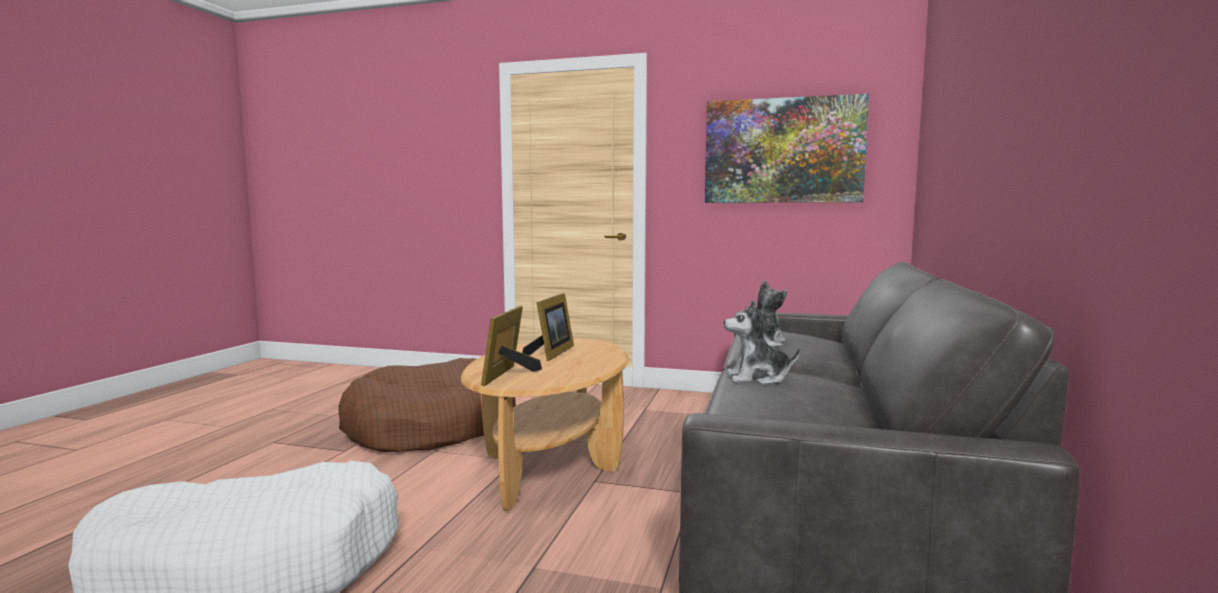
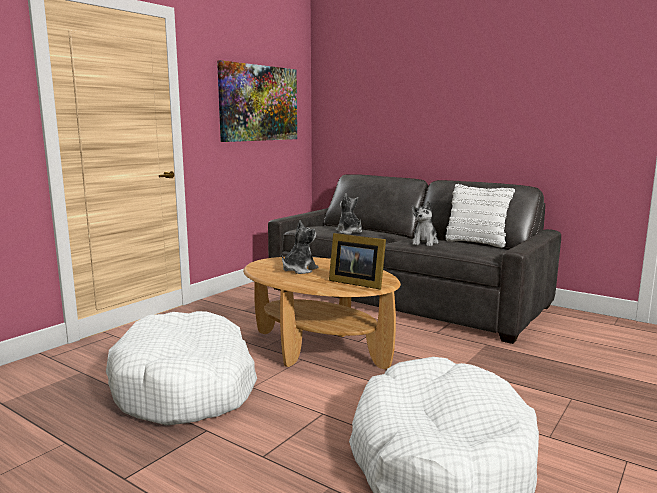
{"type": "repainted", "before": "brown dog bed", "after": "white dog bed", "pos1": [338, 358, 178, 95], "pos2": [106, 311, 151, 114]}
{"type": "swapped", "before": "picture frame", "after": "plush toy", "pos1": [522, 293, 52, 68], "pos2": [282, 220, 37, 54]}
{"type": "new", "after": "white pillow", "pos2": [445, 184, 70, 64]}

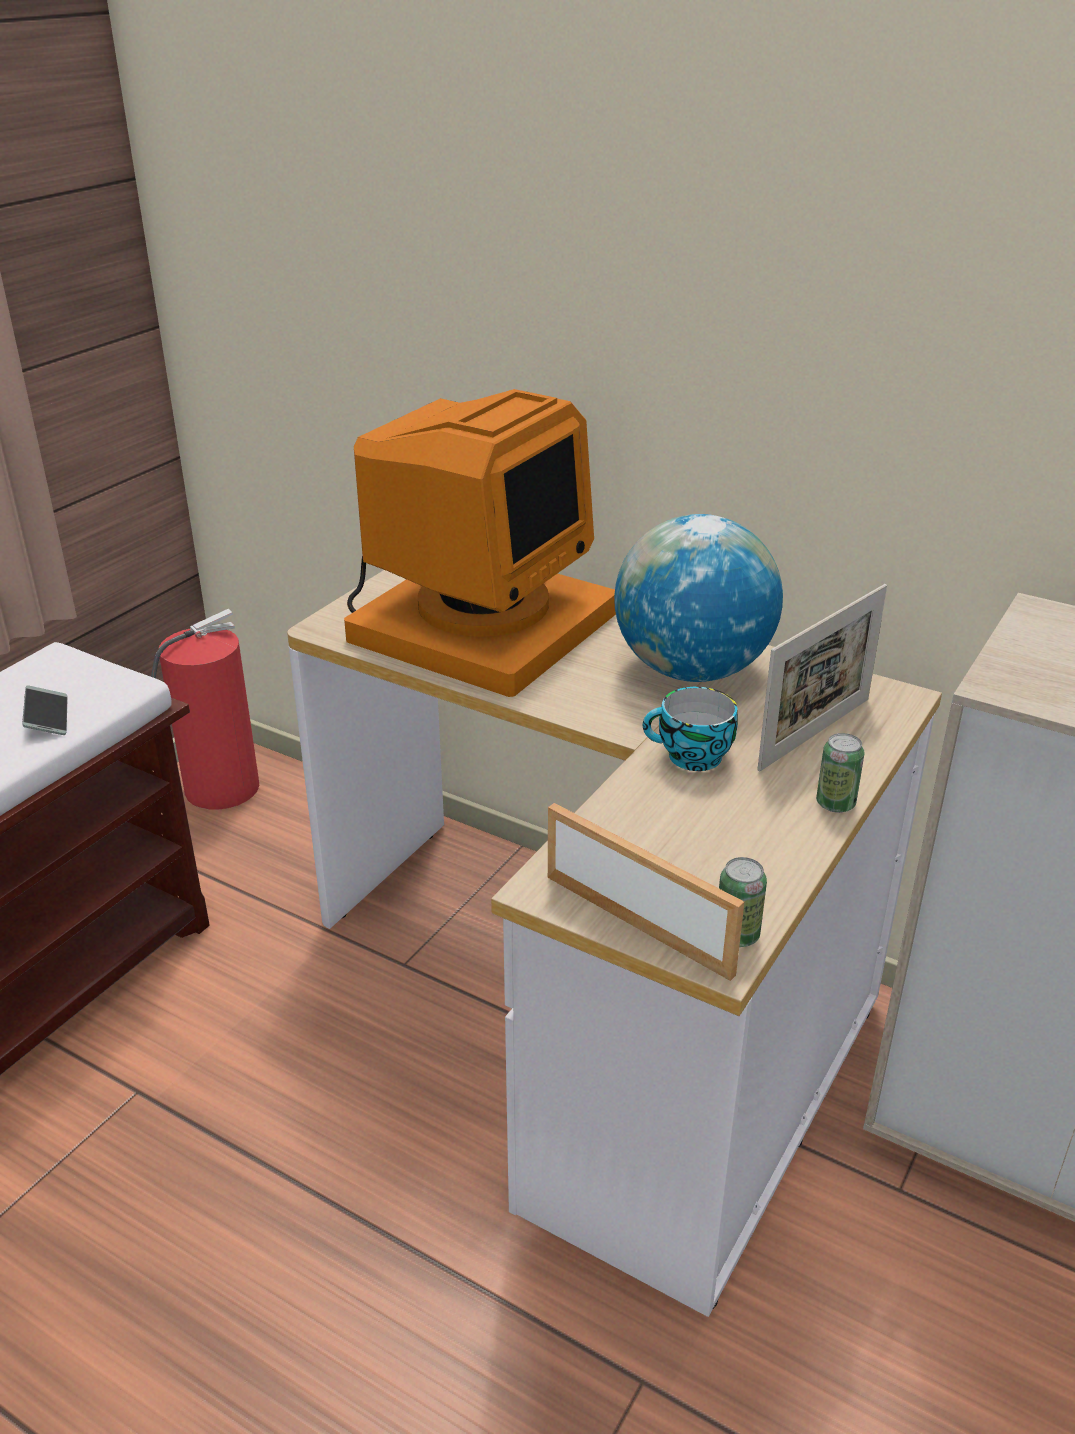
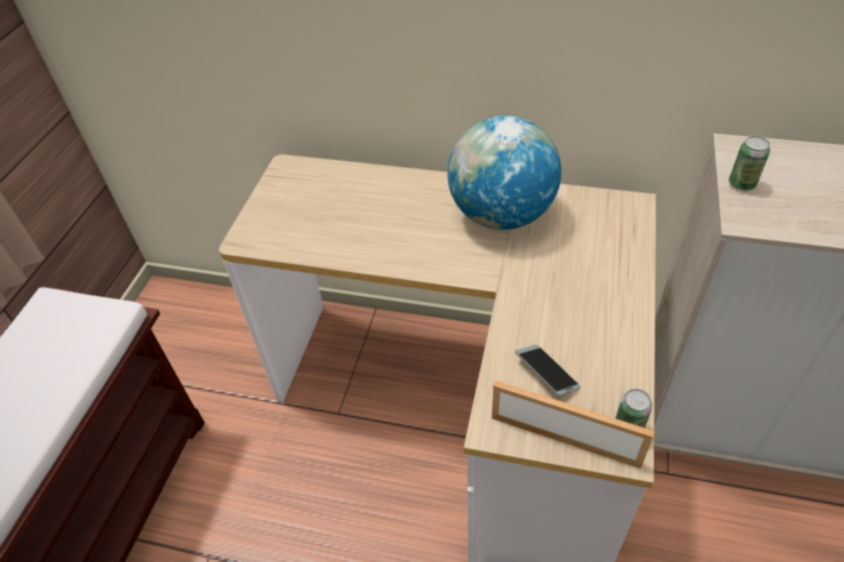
{"type": "shifted", "before": "phone", "pos1": [22, 685, 46, 50], "pos2": [515, 345, 66, 51]}
{"type": "gone", "before": "fire extinguisher", "pos1": [151, 609, 108, 201]}
{"type": "gone", "before": "monitor", "pos1": [344, 389, 272, 308]}
{"type": "gone", "before": "cup", "pos1": [643, 687, 95, 84]}
{"type": "gone", "before": "picture frame", "pos1": [757, 584, 130, 187]}
{"type": "shifted", "before": "can", "pos1": [816, 733, 48, 80], "pos2": [729, 136, 41, 55]}

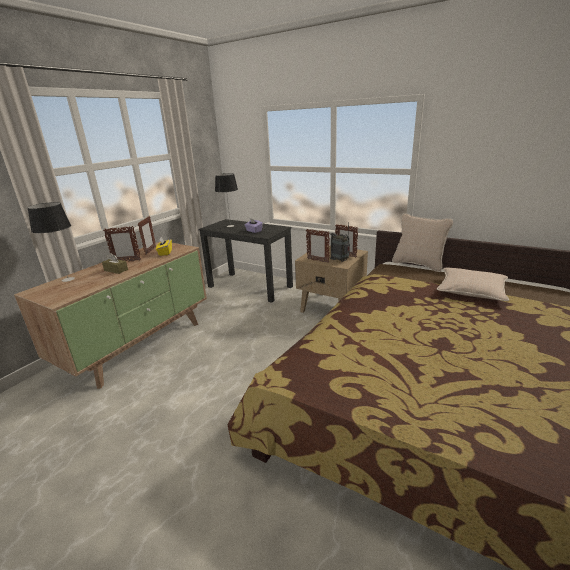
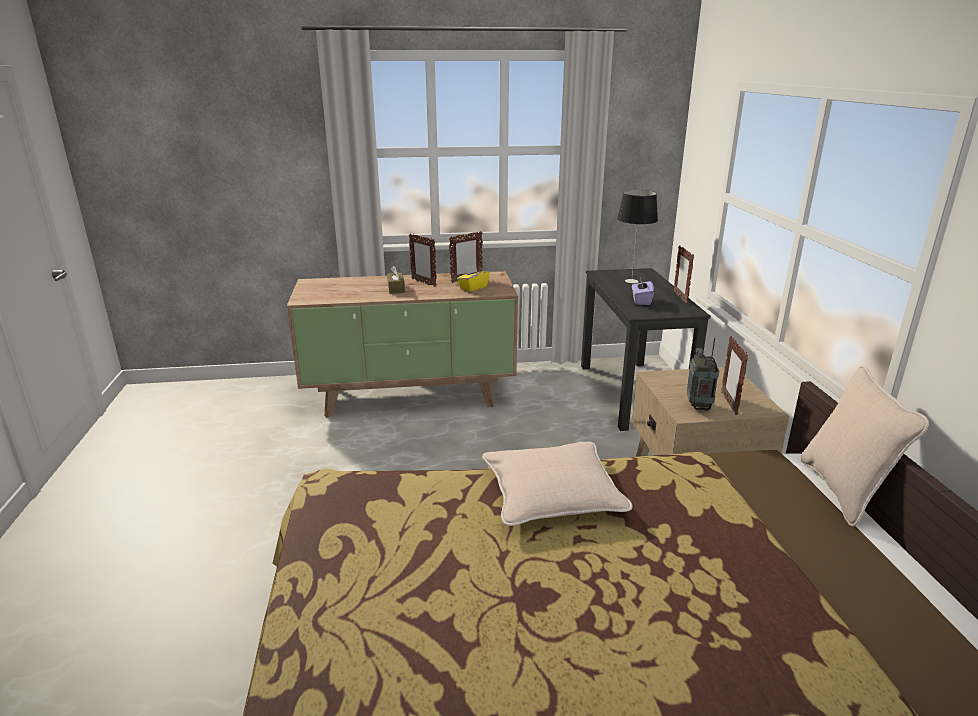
{"type": "gone", "before": "table lamp", "pos1": [27, 202, 48, 80]}
{"type": "shifted", "before": "picture frame", "pos1": [306, 229, 24, 34], "pos2": [674, 245, 20, 59]}
{"type": "shifted", "before": "beige pillow", "pos1": [437, 268, 72, 33], "pos2": [482, 442, 151, 84]}

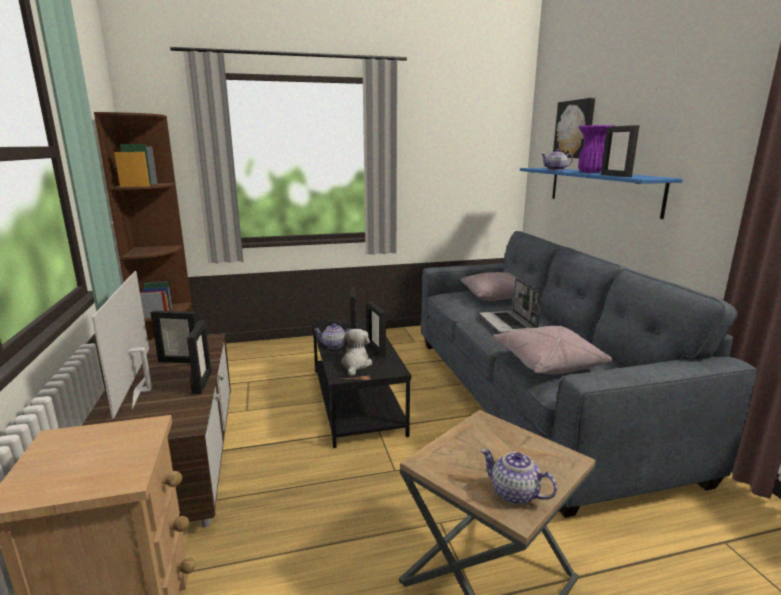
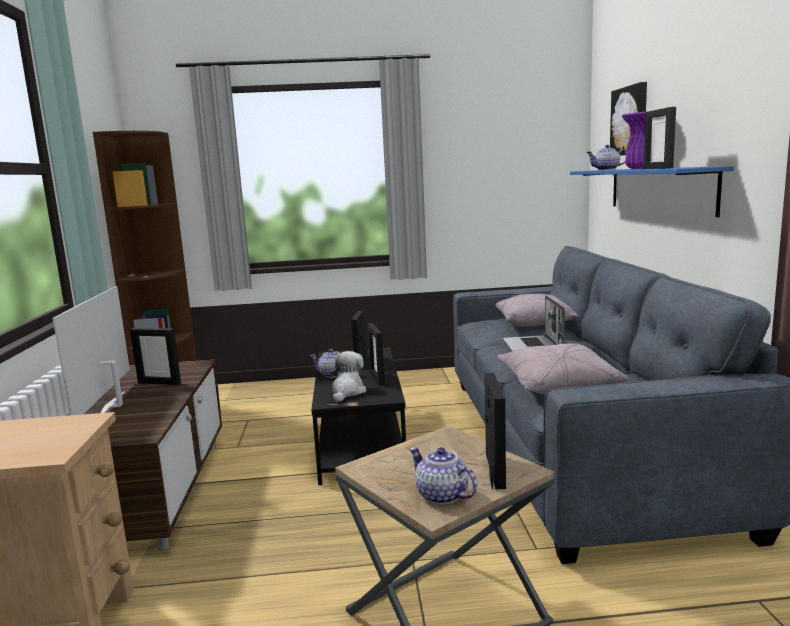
{"type": "shifted", "before": "picture frame", "pos1": [187, 320, 25, 75], "pos2": [484, 373, 22, 117]}

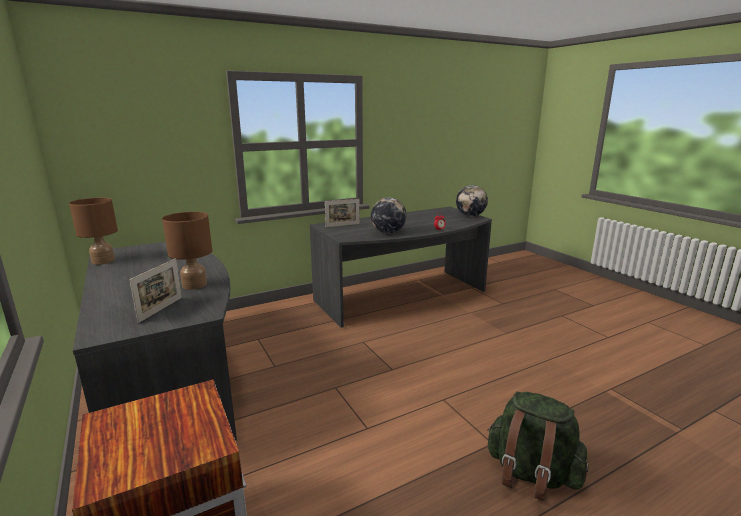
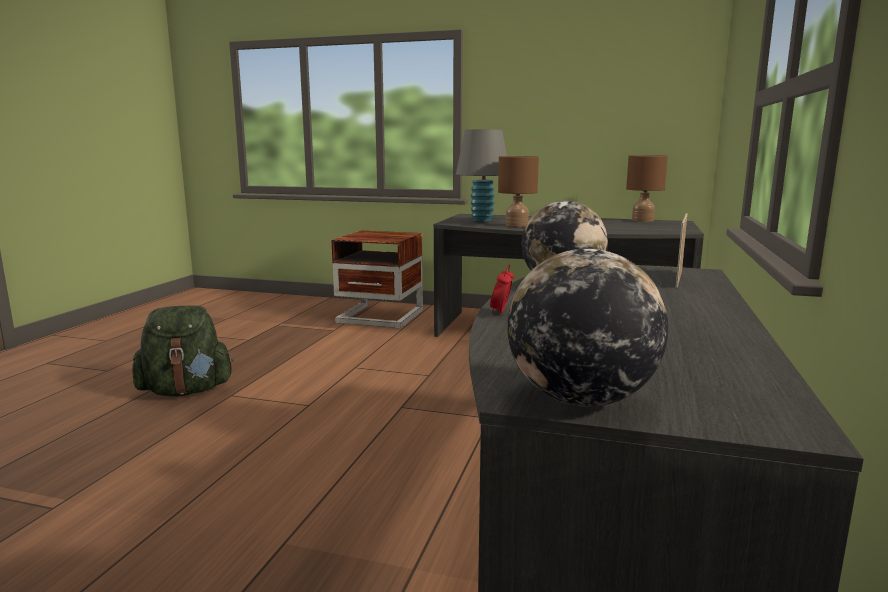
{"type": "swapped", "before": "picture frame", "after": "grey table lamp", "pos1": [129, 258, 53, 65], "pos2": [456, 129, 51, 93]}

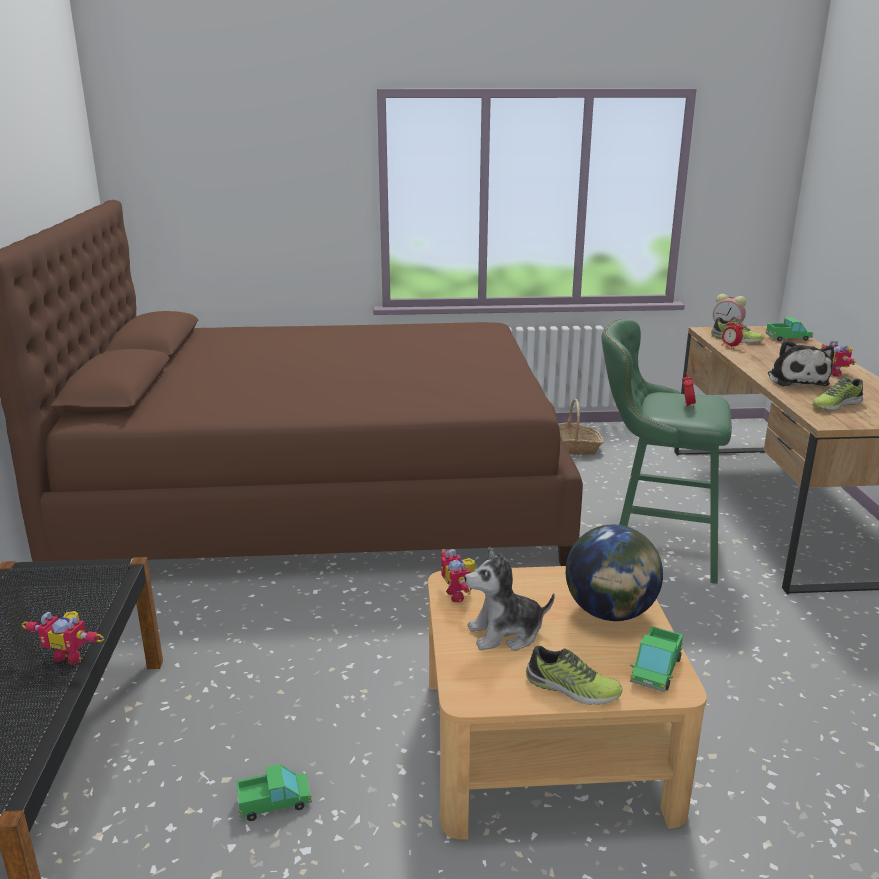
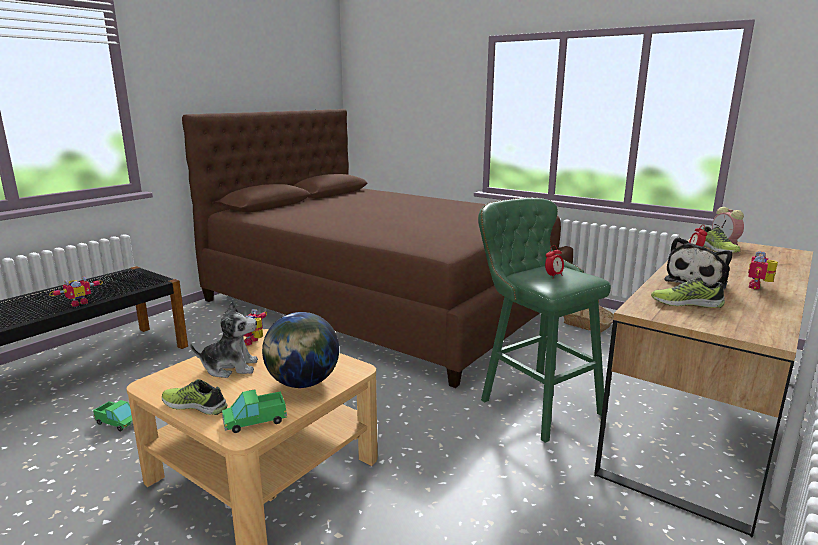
{"type": "rotated", "before": "toy robot", "pos1": [22, 611, 82, 54], "pos2": [49, 276, 54, 31], "turn": -105}
{"type": "rotated", "before": "plush toy", "pos1": [464, 547, 91, 104], "pos2": [190, 301, 68, 77], "turn": 150}
{"type": "rotated", "before": "shoe", "pos1": [526, 646, 97, 59], "pos2": [162, 379, 65, 36], "turn": 135}
{"type": "gone", "before": "toy truck", "pos1": [766, 318, 47, 23]}

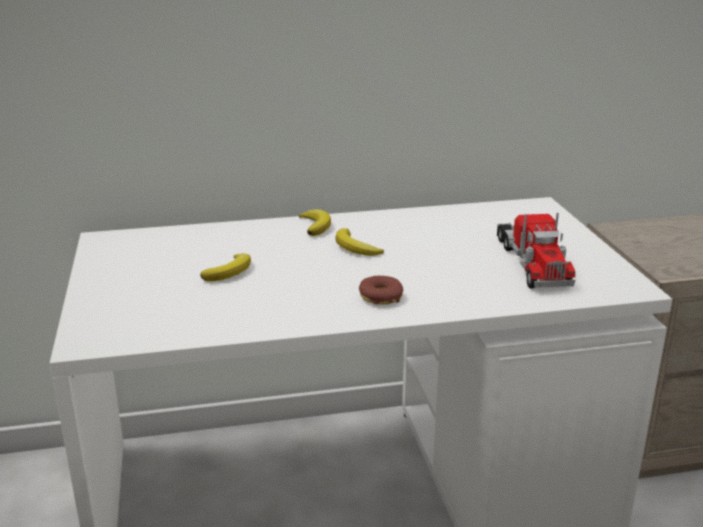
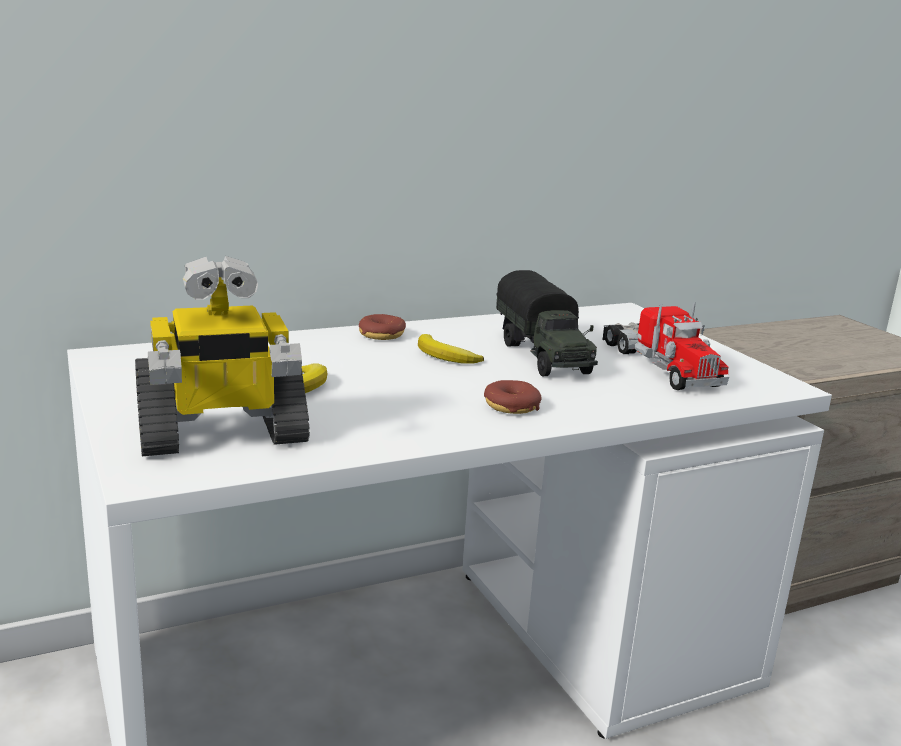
{"type": "swapped", "before": "banana", "after": "donut", "pos1": [299, 209, 32, 27], "pos2": [359, 314, 47, 26]}
{"type": "new", "after": "toy robot", "pos2": [135, 256, 175, 200]}
{"type": "new", "after": "toy truck", "pos2": [496, 270, 102, 106]}

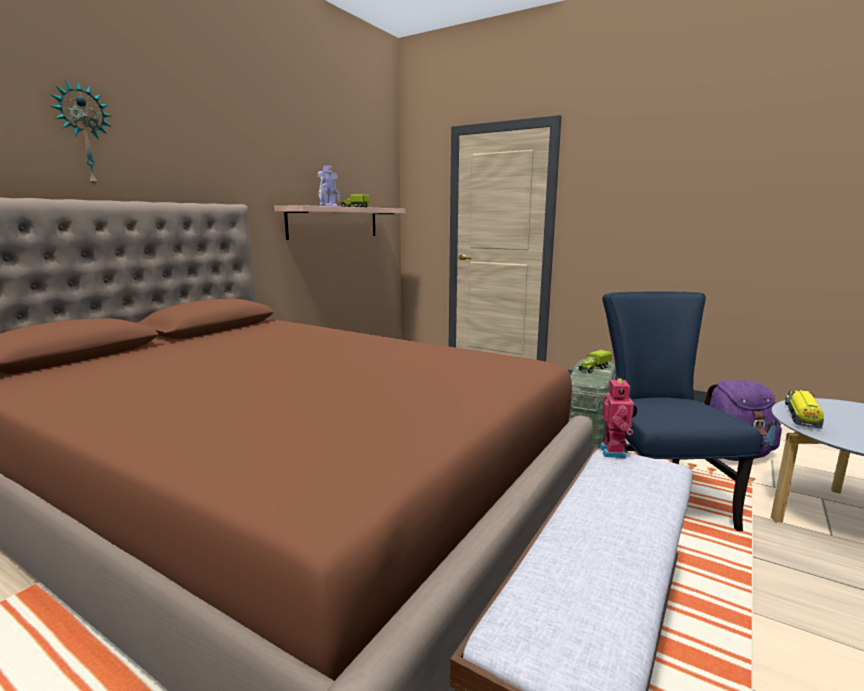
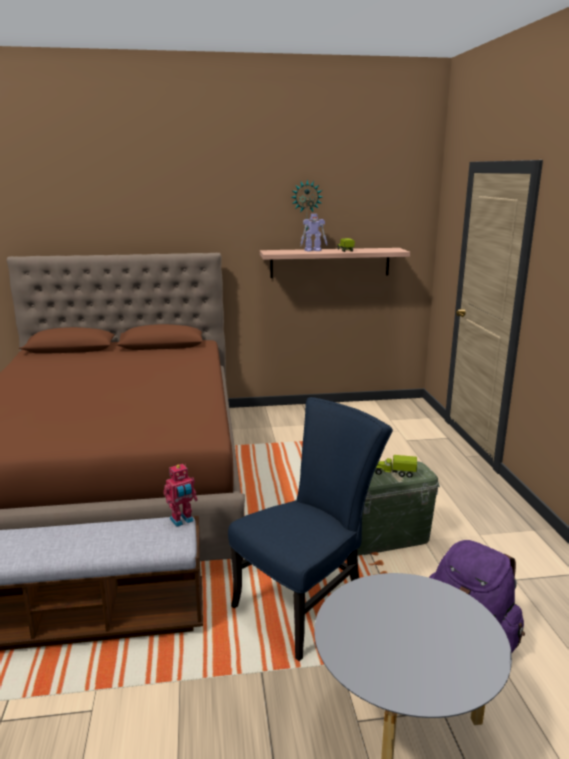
{"type": "shifted", "before": "wall clock", "pos1": [50, 80, 62, 107], "pos2": [291, 179, 31, 59]}
{"type": "gone", "before": "toy truck", "pos1": [785, 390, 39, 39]}

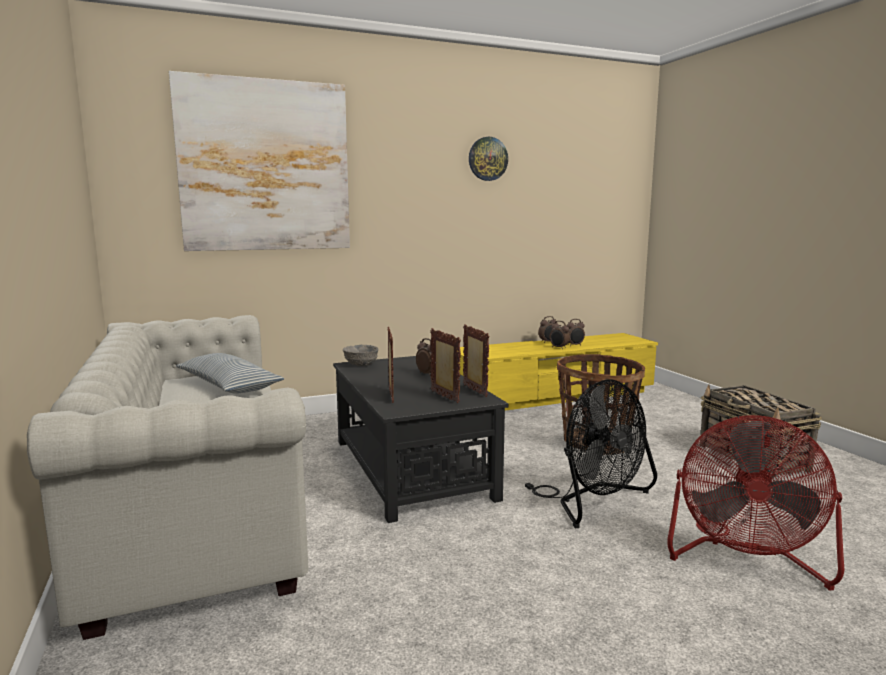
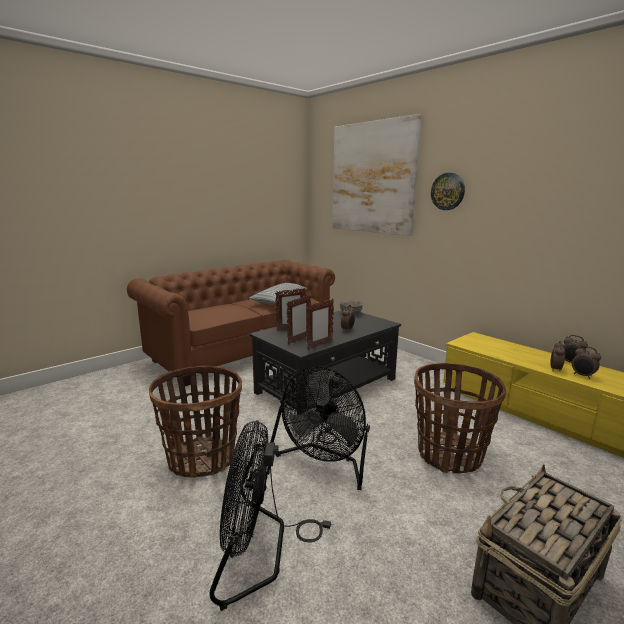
{"type": "repainted", "before": "white sofa", "after": "brown sofa", "pos1": [27, 315, 282, 325], "pos2": [127, 260, 208, 126]}
{"type": "shifted", "before": "wall clock", "pos1": [469, 137, 39, 44], "pos2": [431, 173, 34, 37]}
{"type": "repainted", "before": "red fan", "after": "black fan", "pos1": [667, 415, 177, 175], "pos2": [210, 420, 123, 191]}
{"type": "new", "after": "basket", "pos2": [149, 366, 93, 112]}

